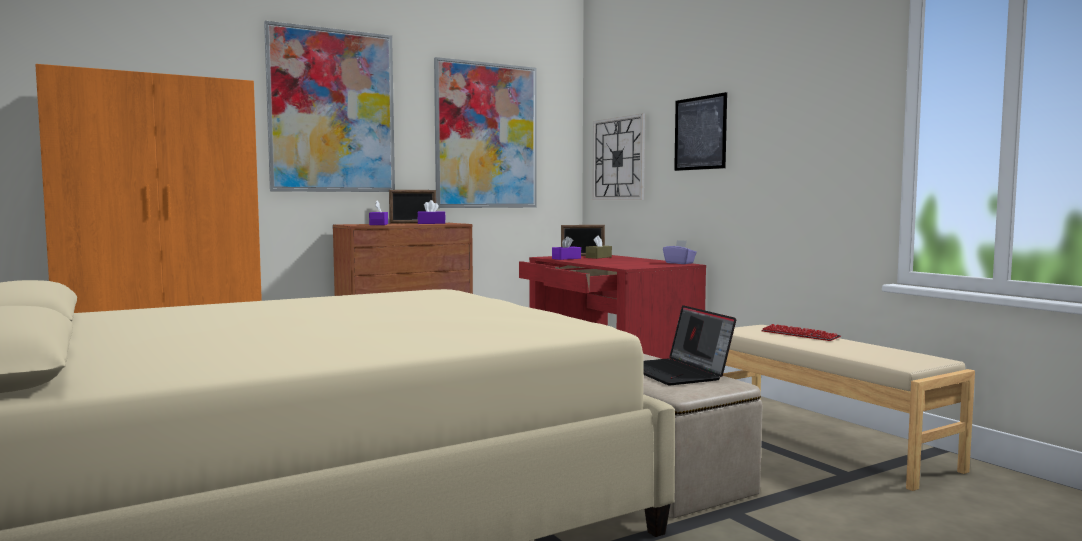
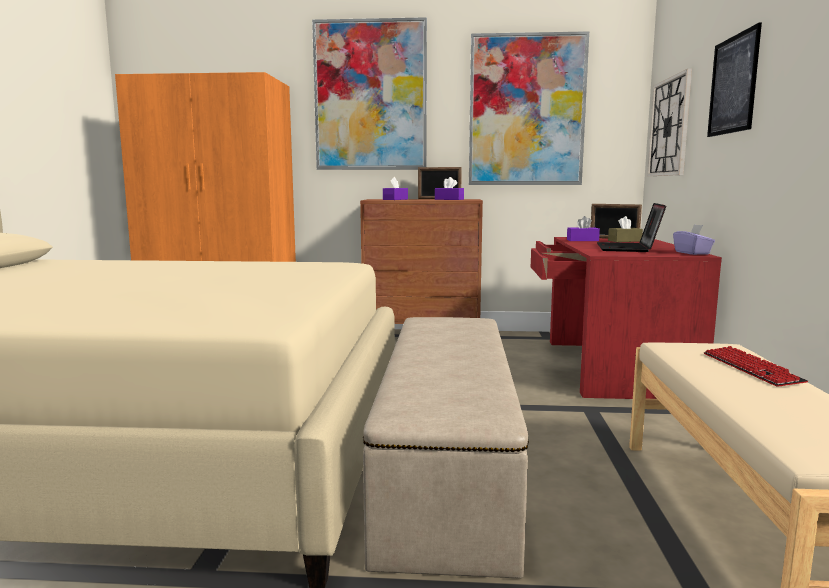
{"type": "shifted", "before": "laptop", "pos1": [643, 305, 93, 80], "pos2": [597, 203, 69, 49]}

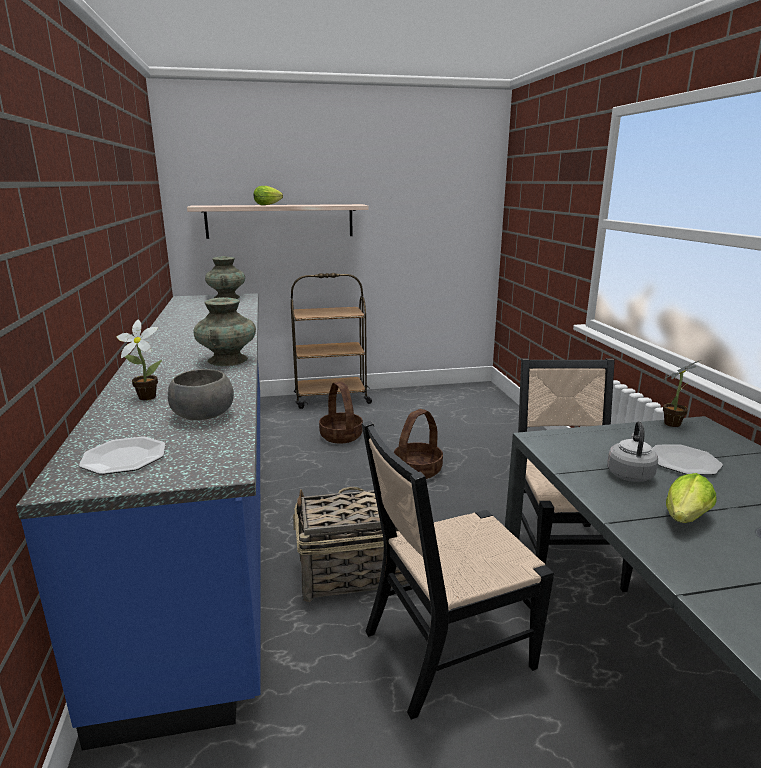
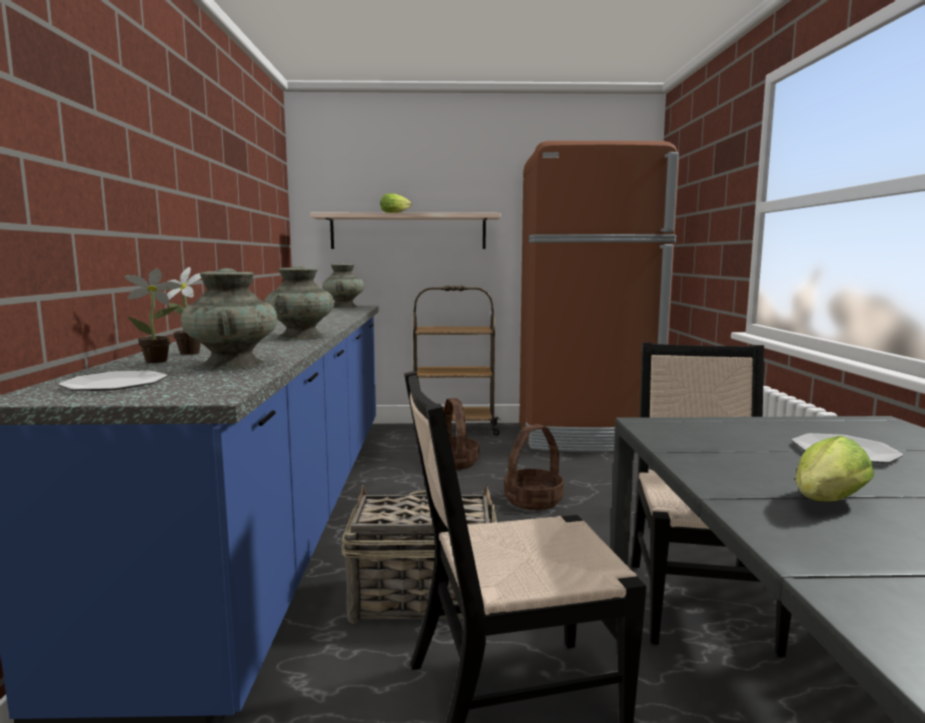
{"type": "swapped", "before": "grey bowl", "after": "turquoise vase", "pos1": [168, 369, 66, 51], "pos2": [180, 268, 97, 102]}
{"type": "gone", "before": "grey kettle", "pos1": [607, 421, 51, 61]}
{"type": "shifted", "before": "potted plant", "pos1": [663, 360, 38, 67], "pos2": [124, 268, 59, 95]}
{"type": "new", "after": "brown fridge", "pos2": [519, 141, 160, 311]}

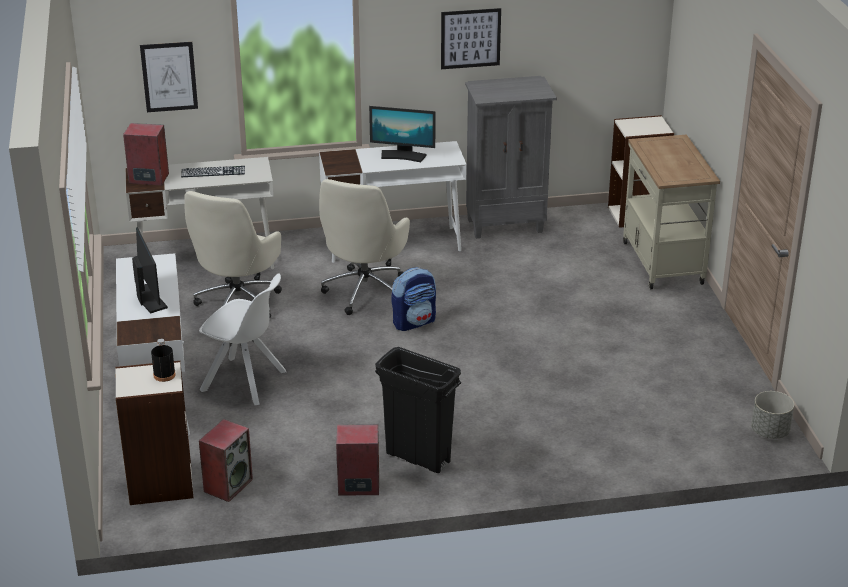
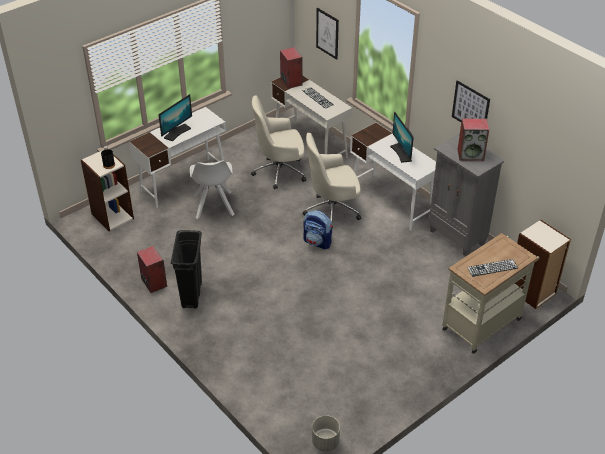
{"type": "shifted", "before": "speaker", "pos1": [199, 419, 54, 83], "pos2": [458, 119, 31, 42]}
{"type": "new", "after": "keyboard", "pos2": [467, 259, 51, 18]}

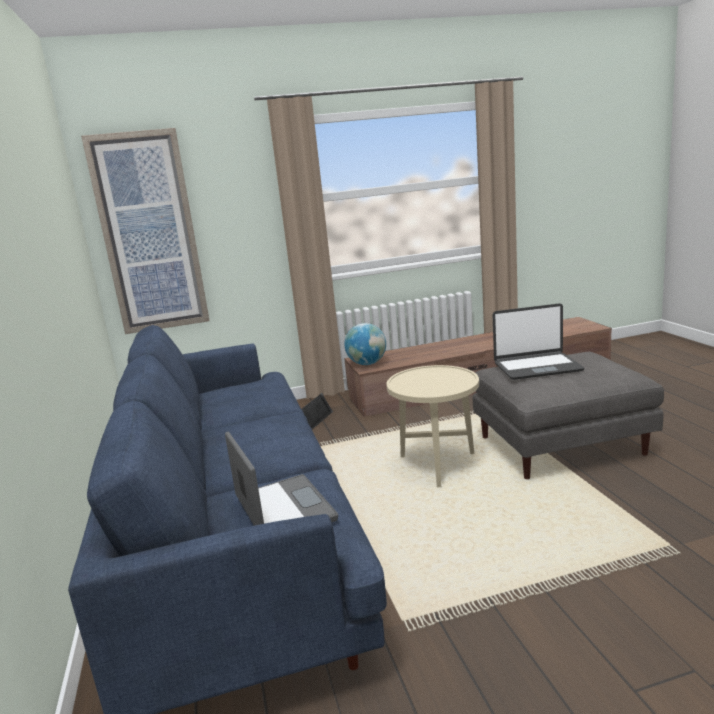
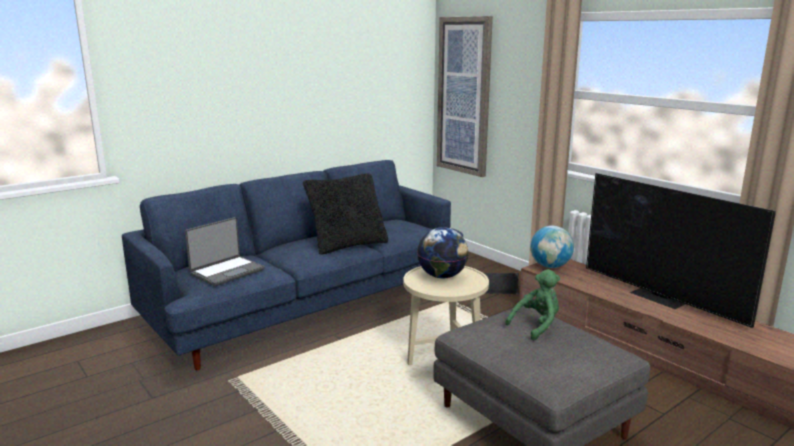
{"type": "swapped", "before": "laptop", "after": "green plush toy", "pos1": [493, 303, 91, 77], "pos2": [505, 269, 55, 72]}
{"type": "new", "after": "black pillow", "pos2": [303, 173, 85, 82]}
{"type": "new", "after": "globe", "pos2": [417, 227, 52, 52]}
{"type": "new", "after": "television", "pos2": [586, 173, 190, 155]}

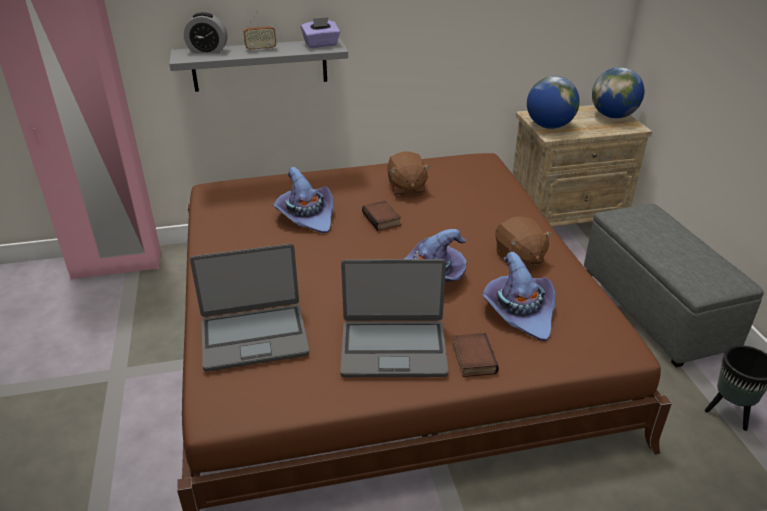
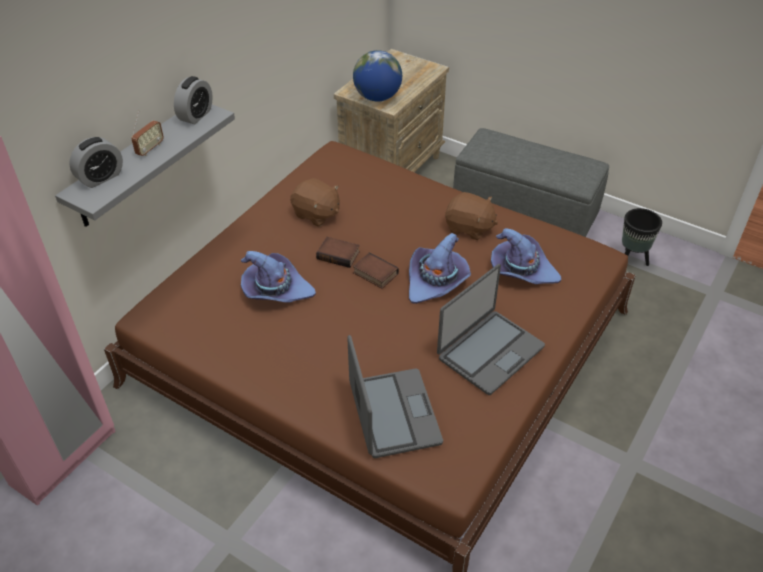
{"type": "rotated", "before": "laptop", "pos1": [190, 244, 119, 128], "pos2": [347, 335, 96, 123], "turn": -45}
{"type": "swapped", "before": "purple tissue box", "after": "alarm clock", "pos1": [301, 17, 39, 31], "pos2": [174, 76, 39, 48]}
{"type": "shifted", "before": "book", "pos1": [453, 333, 46, 44], "pos2": [353, 252, 46, 37]}
{"type": "gone", "before": "globe", "pos1": [592, 67, 52, 51]}

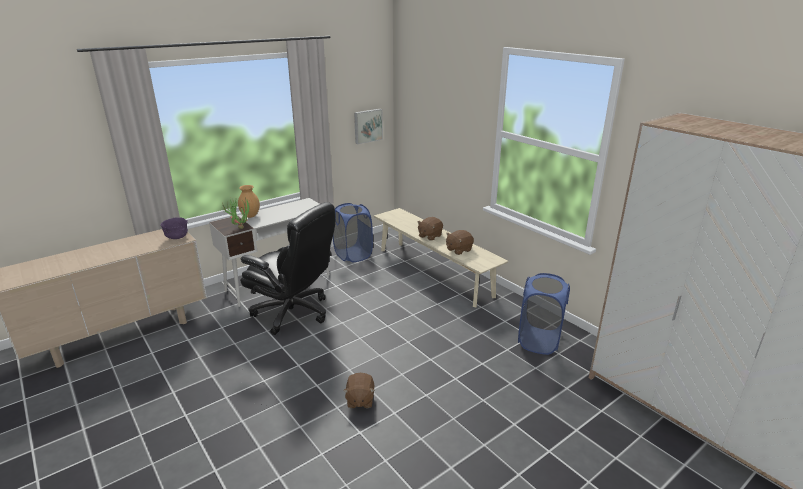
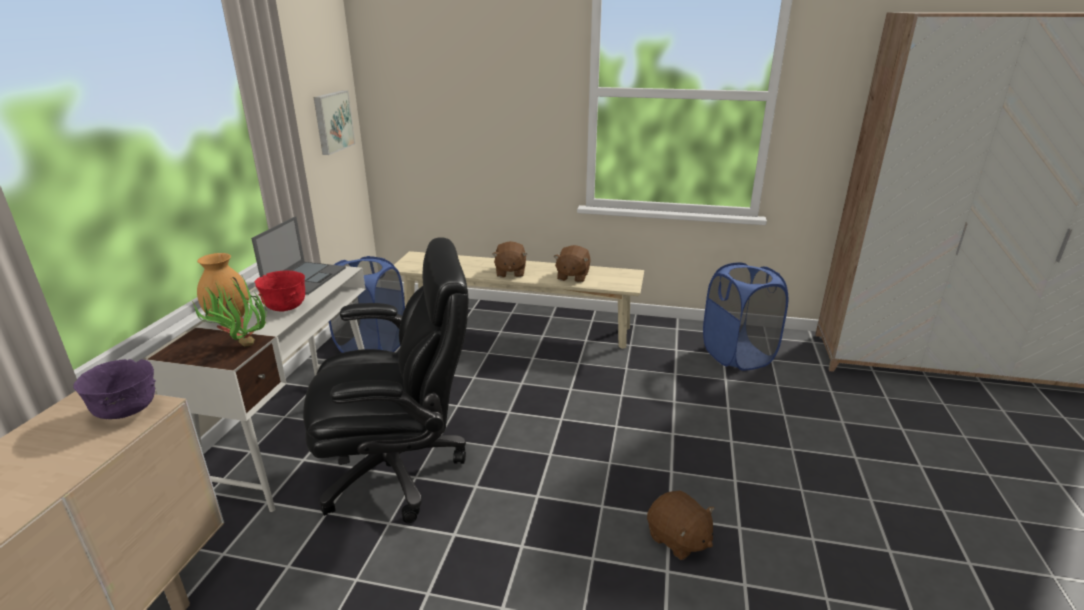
{"type": "new", "after": "laptop", "pos2": [251, 216, 95, 79]}
{"type": "new", "after": "red bowl", "pos2": [255, 271, 50, 41]}

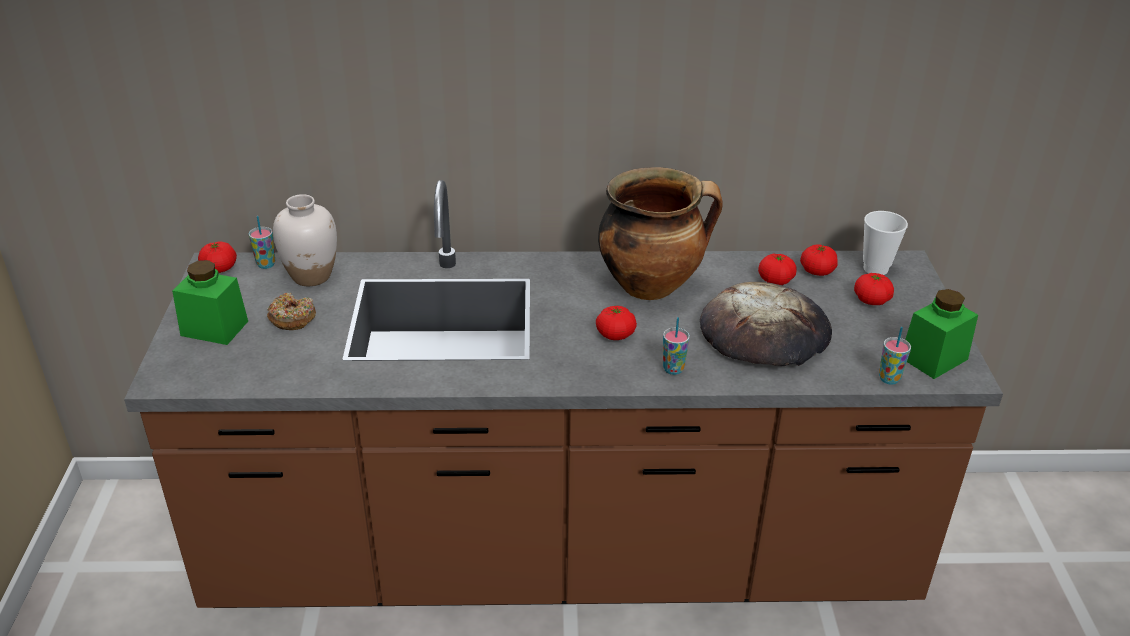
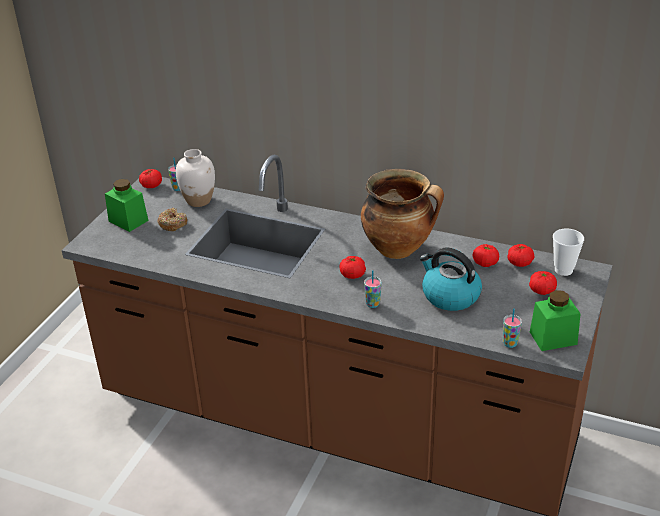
{"type": "swapped", "before": "bread", "after": "kettle", "pos1": [700, 282, 132, 85], "pos2": [420, 247, 62, 64]}

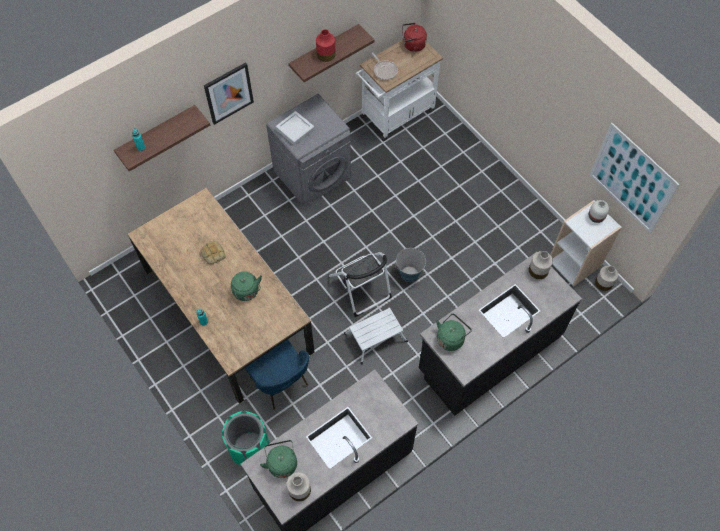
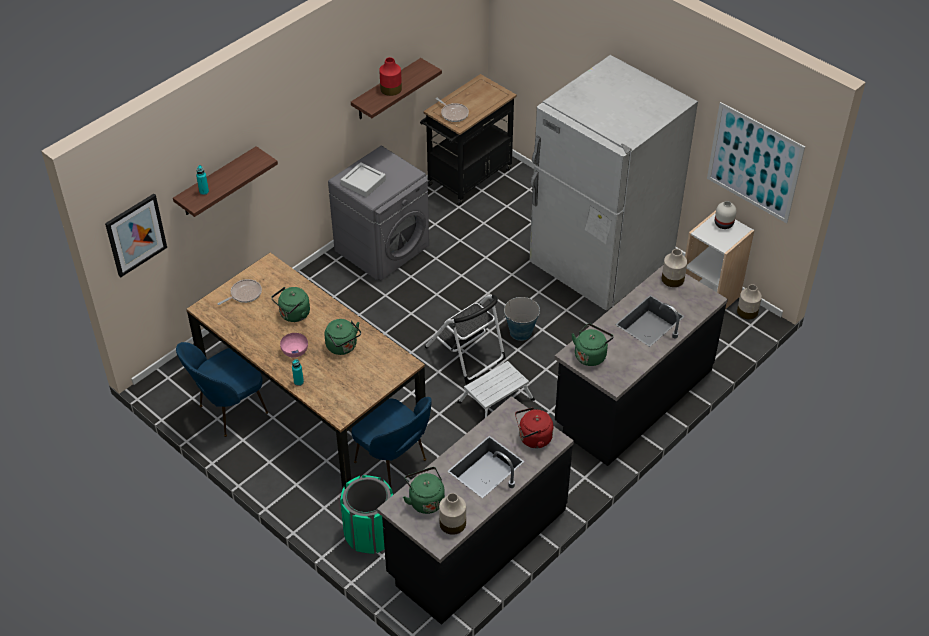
{"type": "swapped", "before": "bread", "after": "green kettle", "pos1": [201, 241, 24, 23], "pos2": [271, 287, 39, 35]}
{"type": "shifted", "before": "picture", "pos1": [204, 62, 50, 63], "pos2": [105, 194, 62, 83]}
{"type": "repainted", "before": "white cart", "after": "black cart", "pos1": [356, 39, 87, 102], "pos2": [420, 74, 97, 132]}
{"type": "shifted", "before": "red kettle", "pos1": [402, 23, 25, 29], "pos2": [515, 407, 39, 41]}
{"type": "new", "after": "blue chair", "pos2": [176, 342, 92, 95]}
{"type": "new", "after": "frying pan", "pos2": [218, 279, 44, 26]}
{"type": "new", "after": "pink bowl", "pos2": [280, 333, 28, 24]}
{"type": "new", "after": "white fridge", "pos2": [529, 55, 169, 255]}

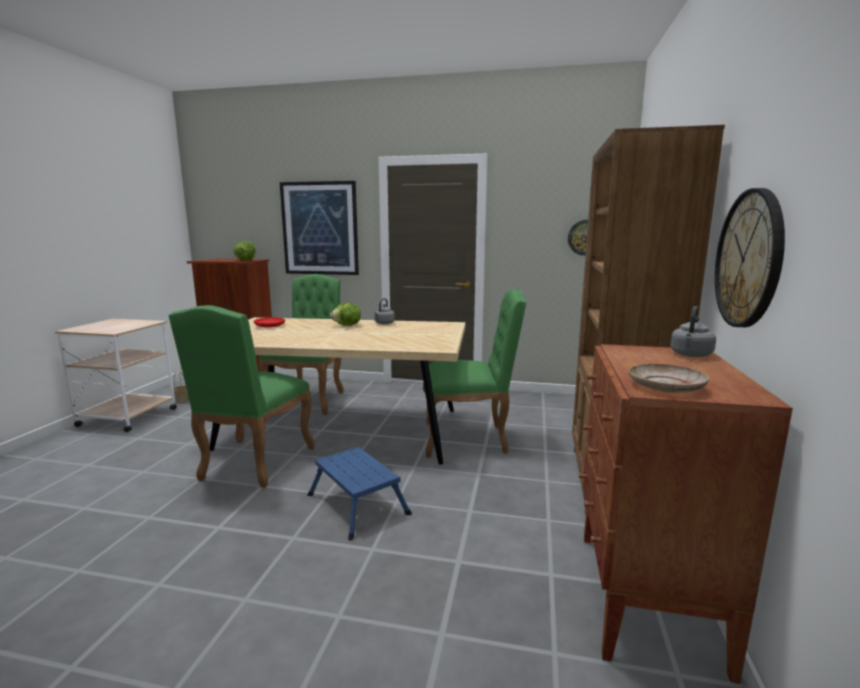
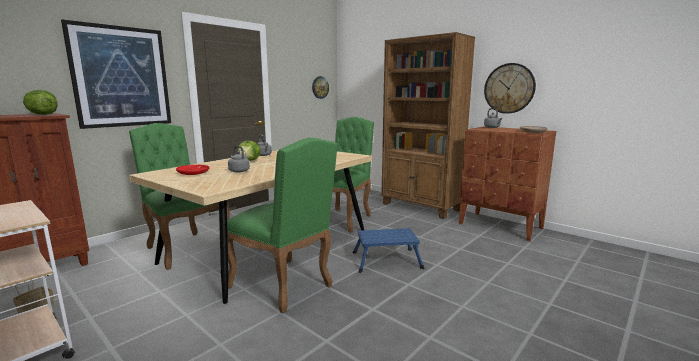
{"type": "new", "after": "grey kettle", "pos2": [228, 146, 22, 27]}

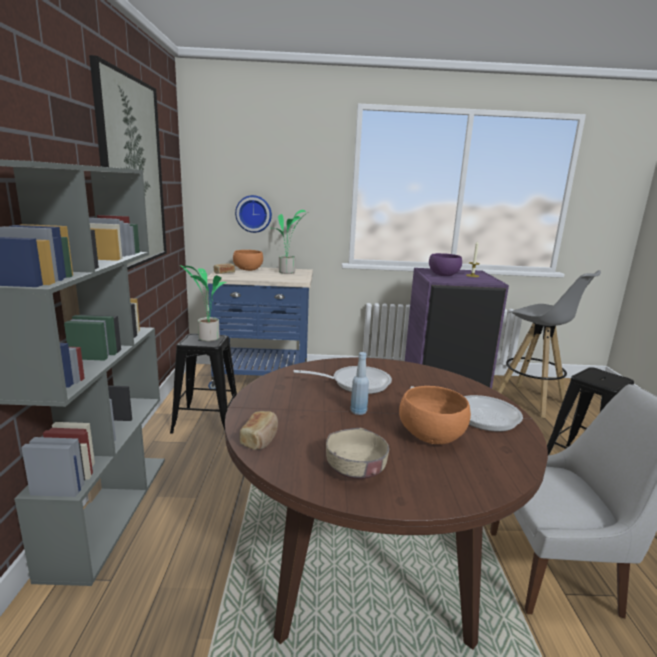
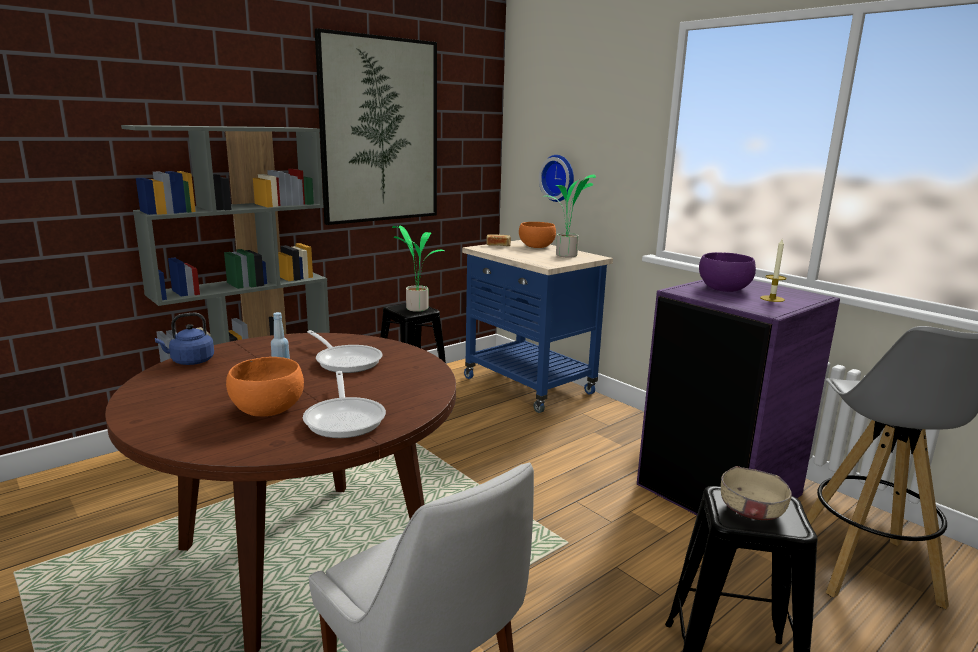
{"type": "swapped", "before": "bread", "after": "blue kettle", "pos1": [240, 411, 38, 39], "pos2": [155, 313, 59, 52]}
{"type": "shifted", "before": "beige bowl", "pos1": [326, 428, 63, 51], "pos2": [721, 466, 71, 54]}

